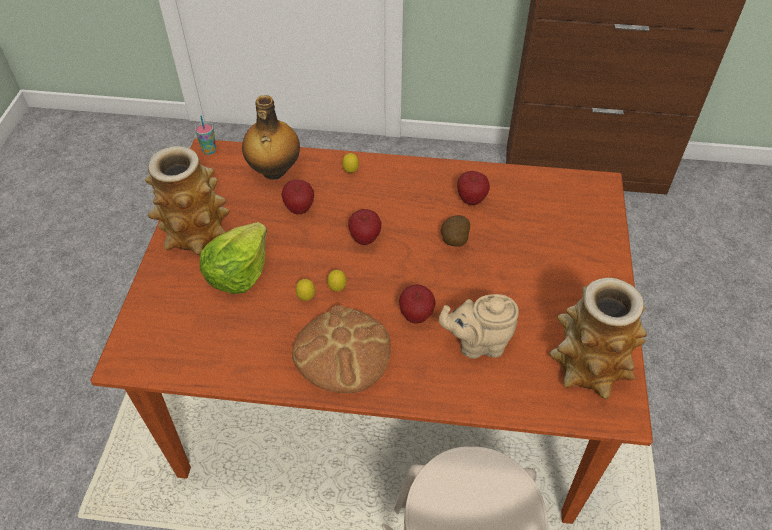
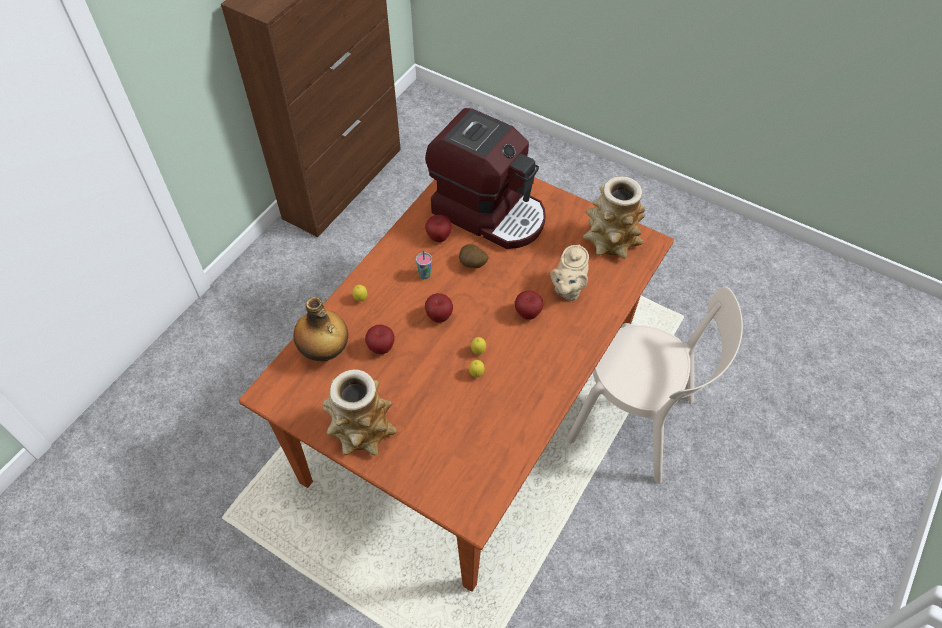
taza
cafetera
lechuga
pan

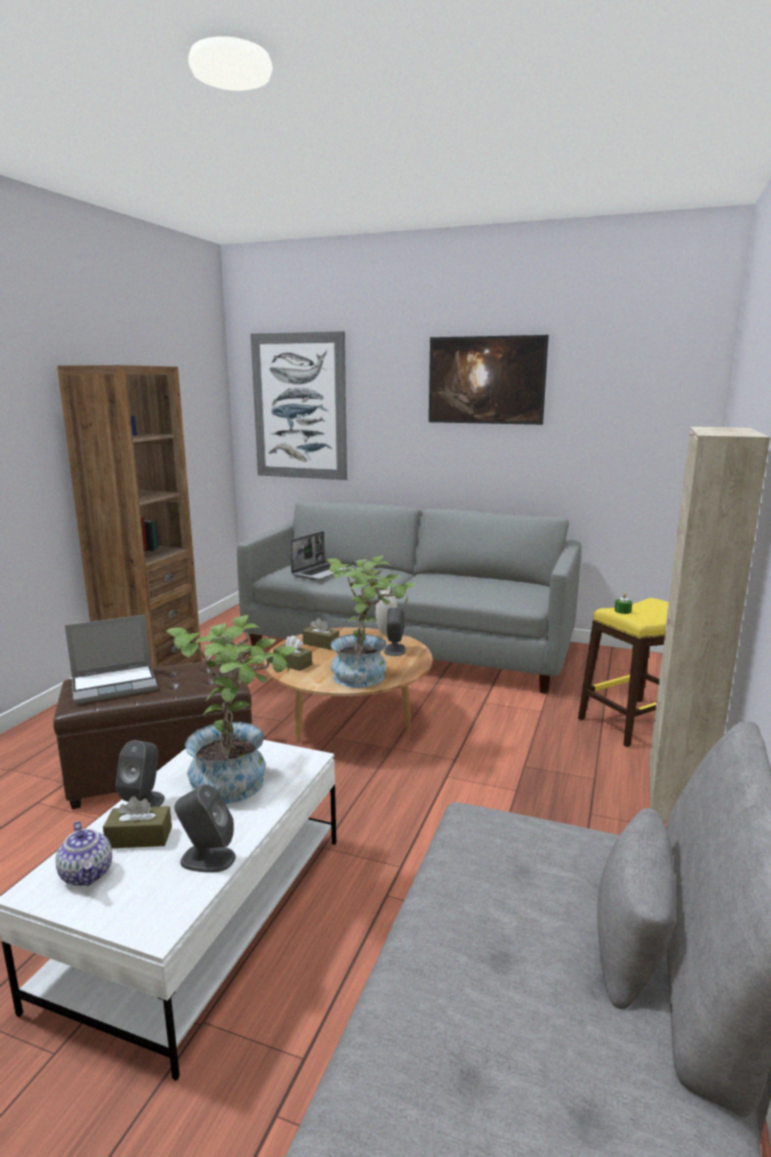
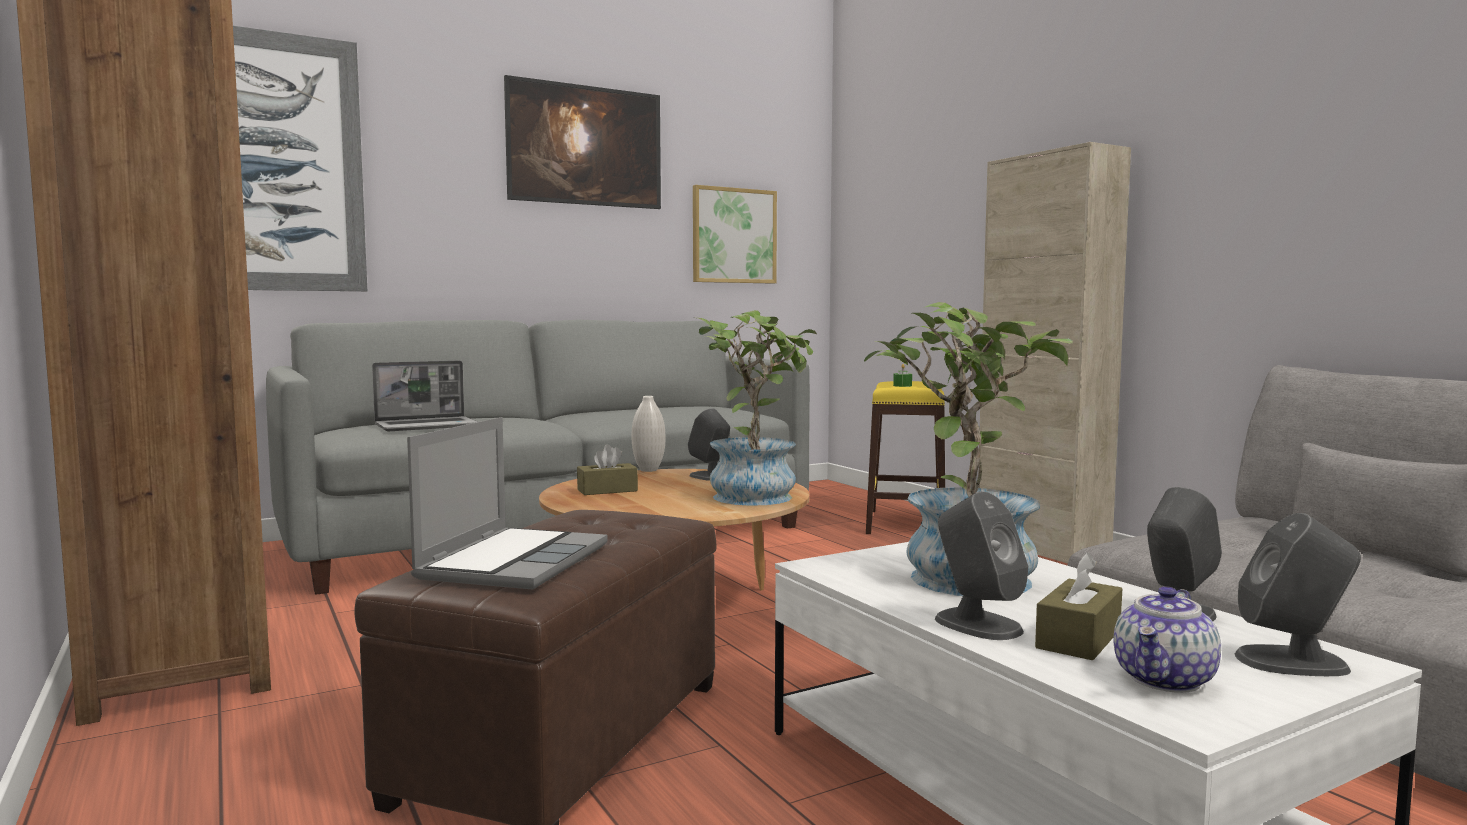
portátil (1st from left)
cuadro (3rd from left)
tetera
altavoz/gris (4th from left)
caja de pañuelos/marrón (2nd from left in the first image)

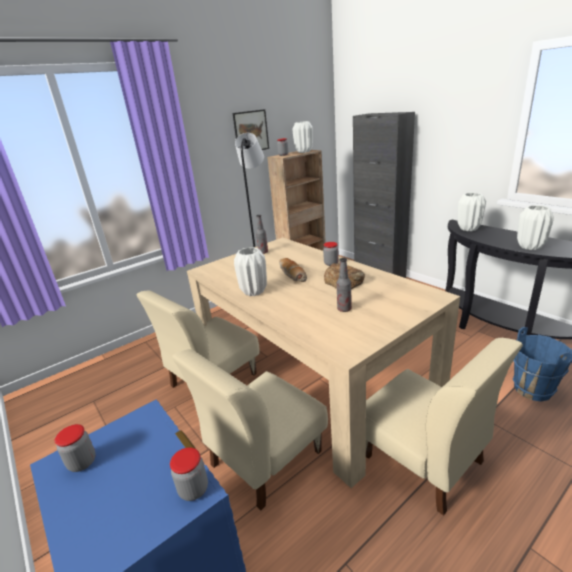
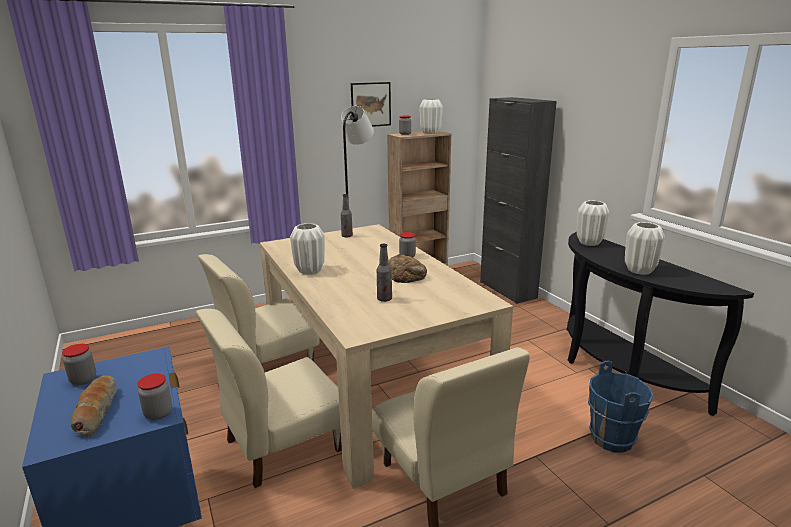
pan (1st from left)

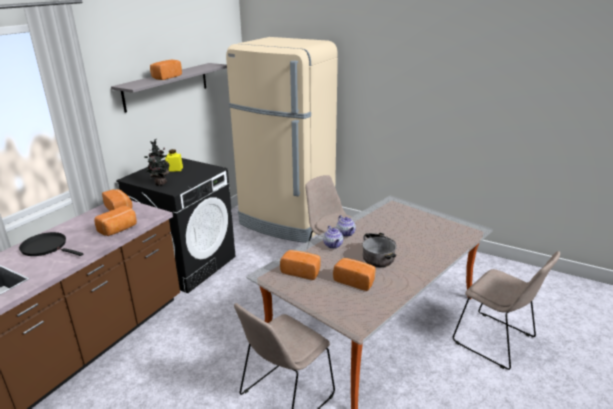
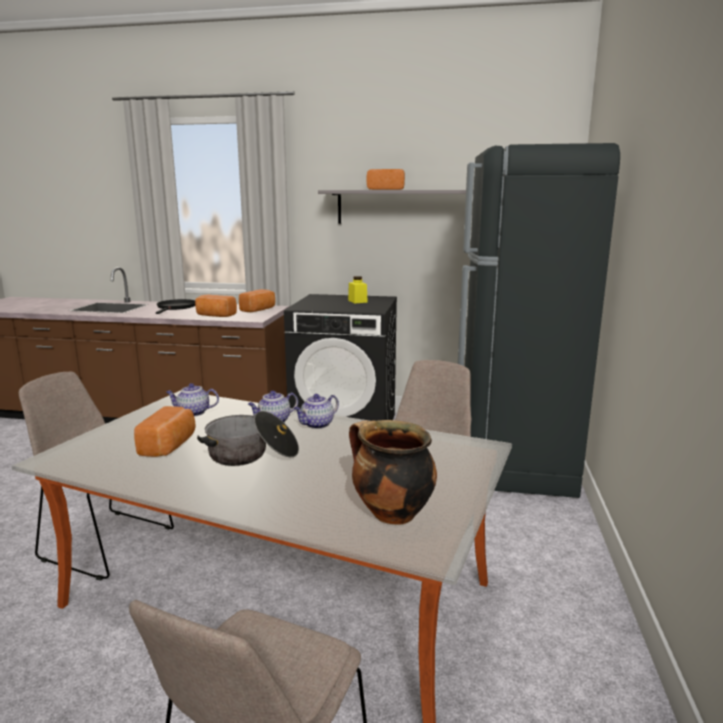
tetera (1st from left)
olla (2nd from left)
nevera/negro
planta en maceta

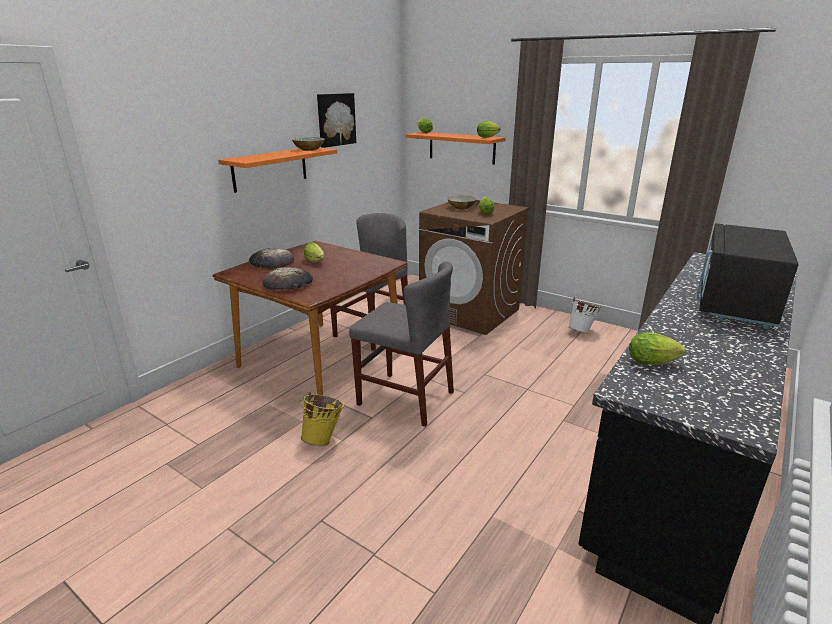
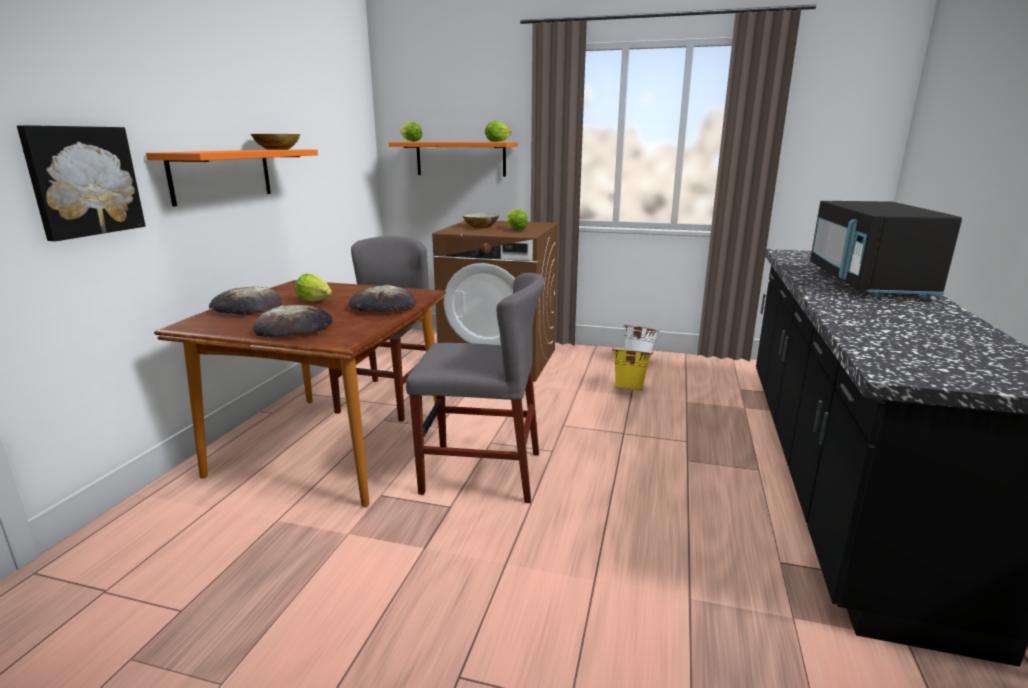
cuadro
pan (3rd from left)
cubo/amarillo
lechuga (5th from left in the first image)

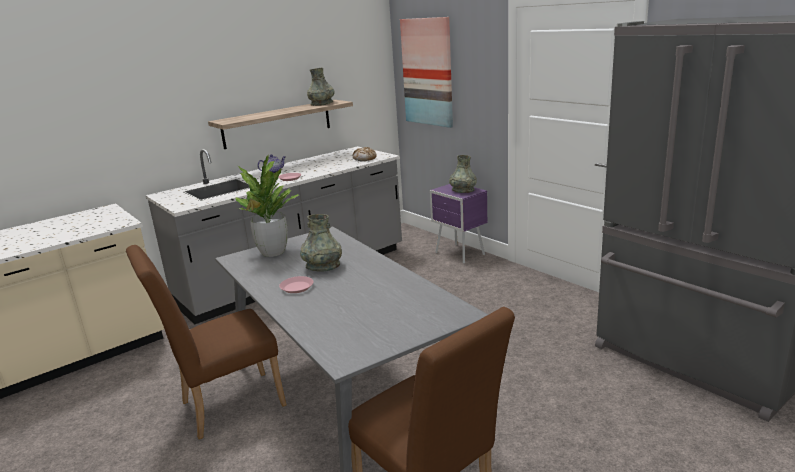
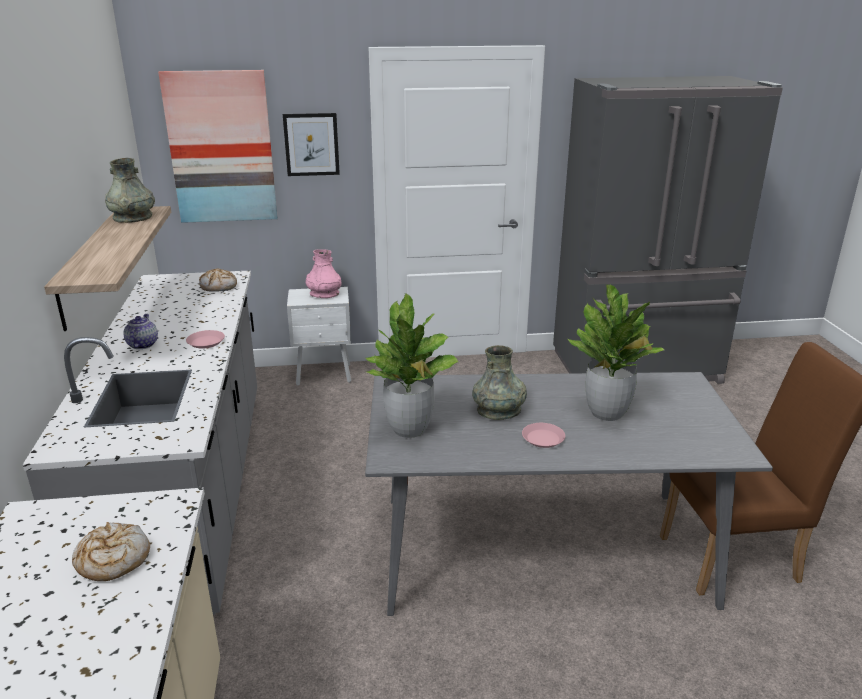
pan (1st from left)
cuadro (2nd from left)
mesita de noche/blanco
florero/rosa
planta en maceta (2nd from left)
silla/marrón (1st from left in the first image)

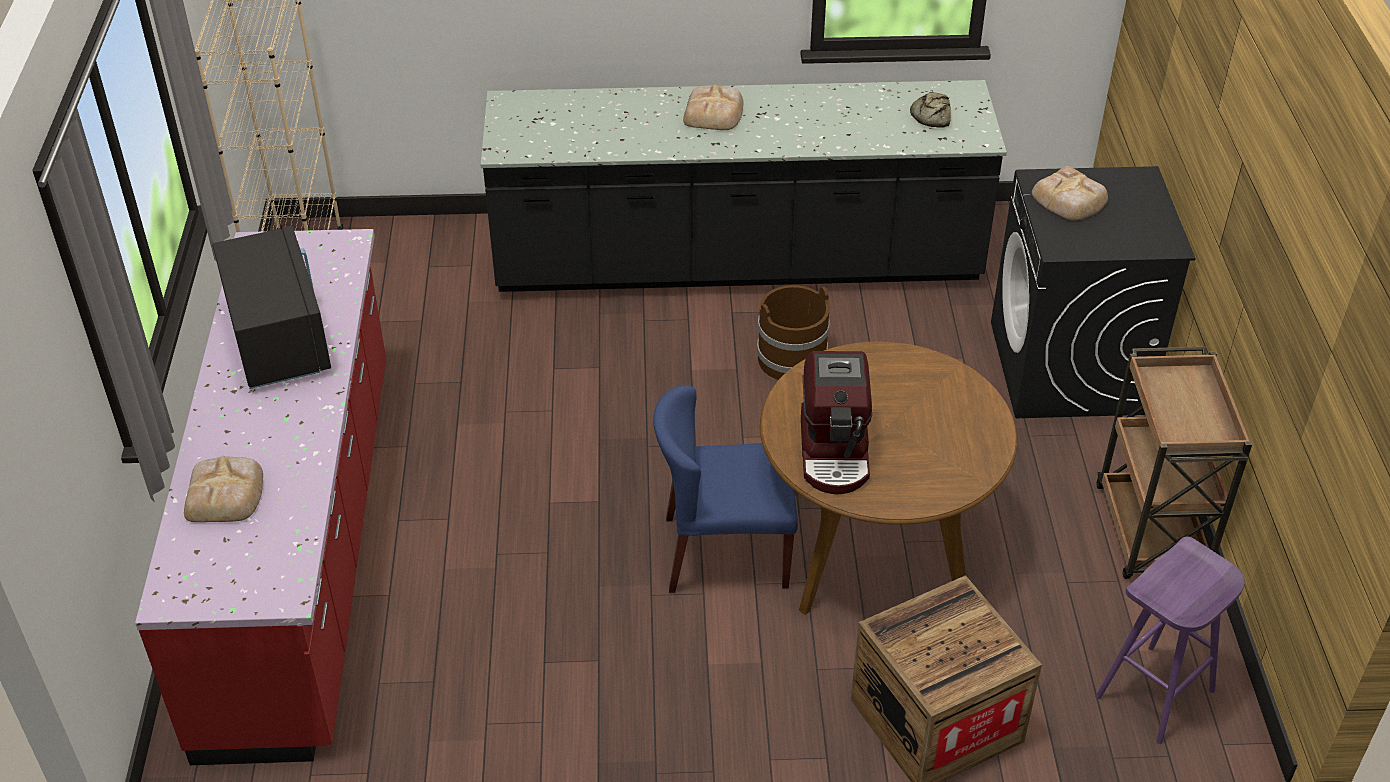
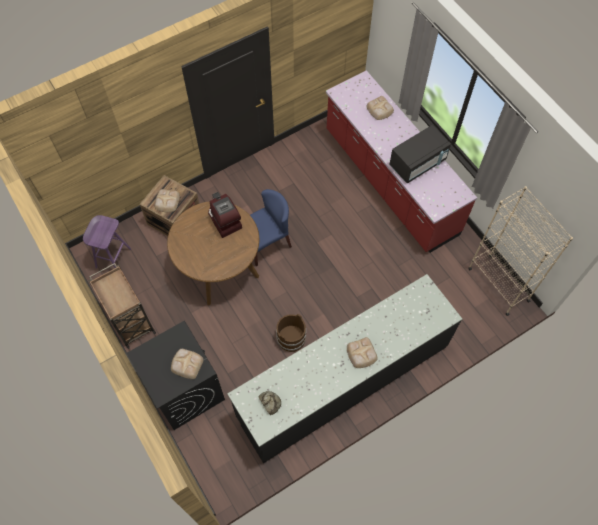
pan (1st from left)
microondas/negro

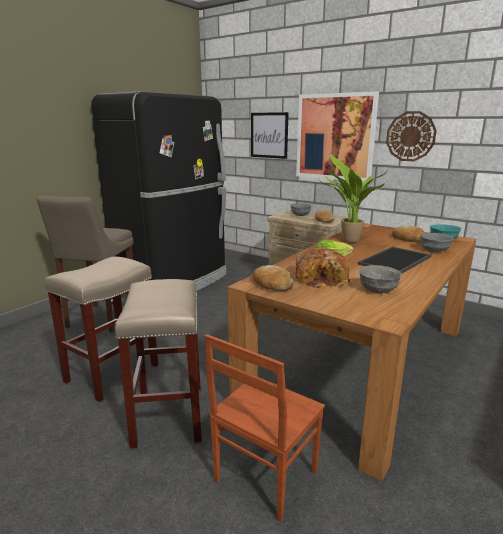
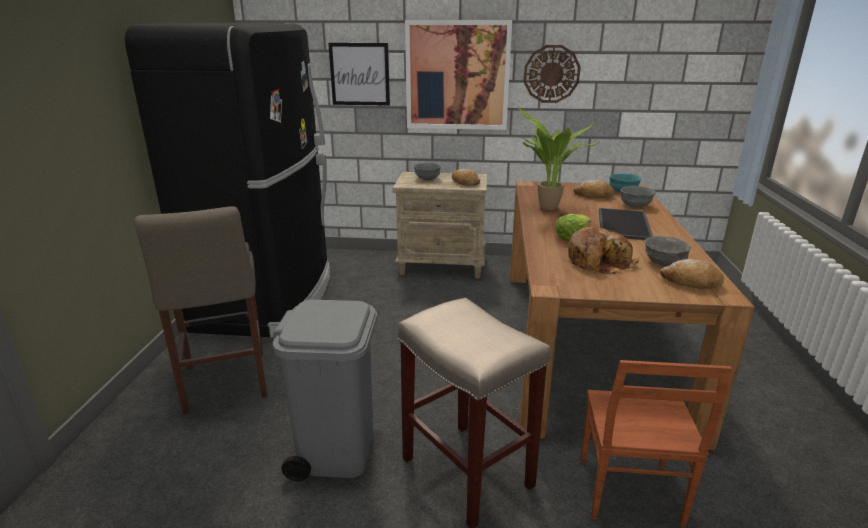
papelera/gris
pan (4th from left)

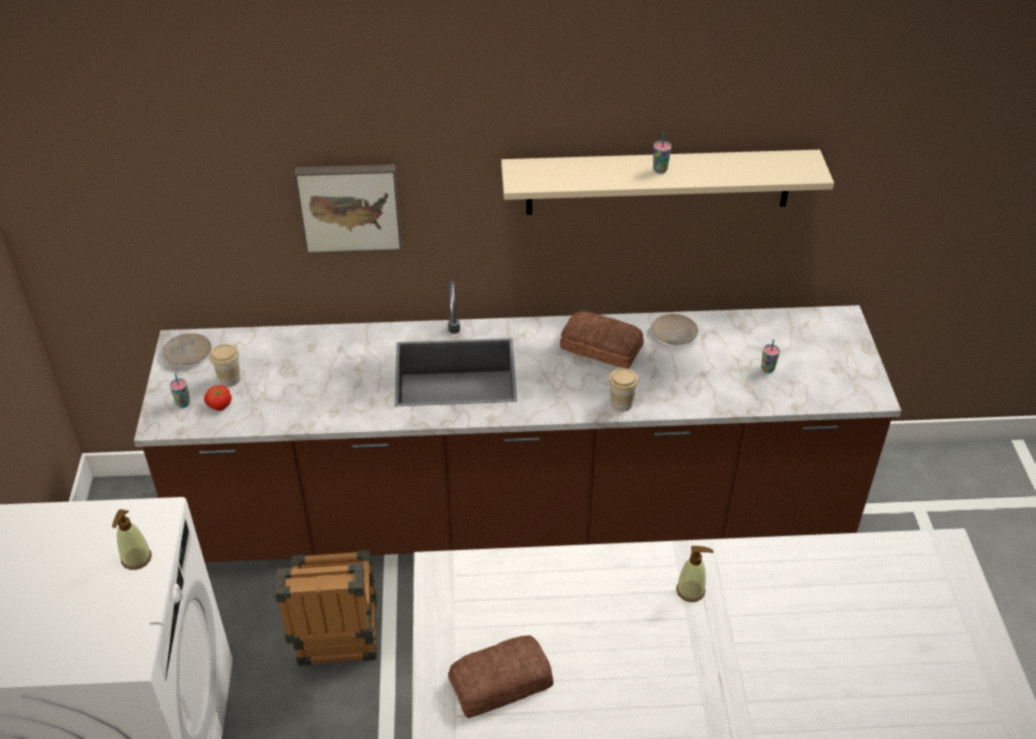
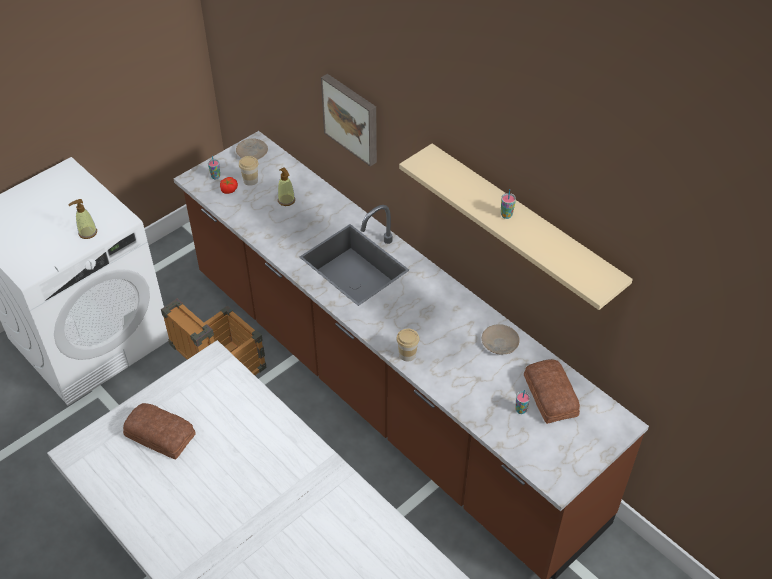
dispensador de jabón (2nd from left)
pan (2nd from left)

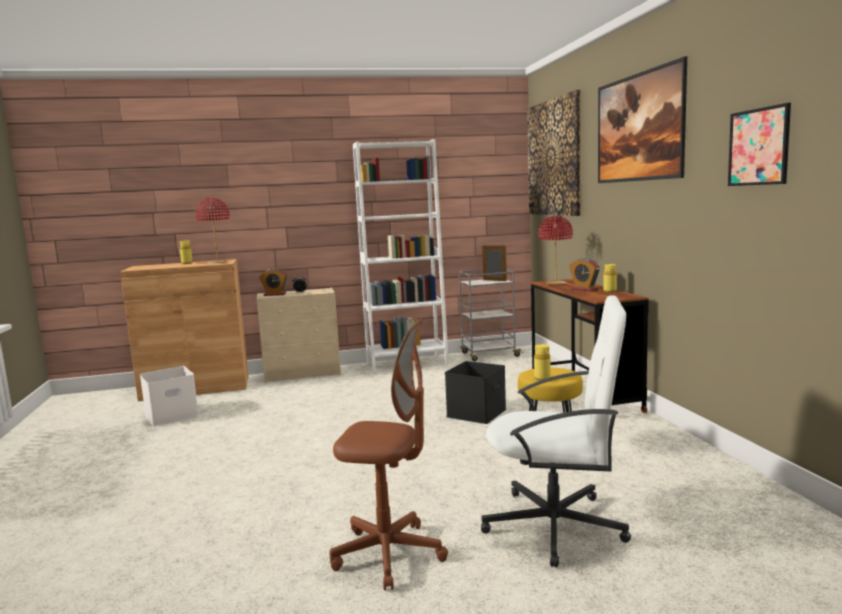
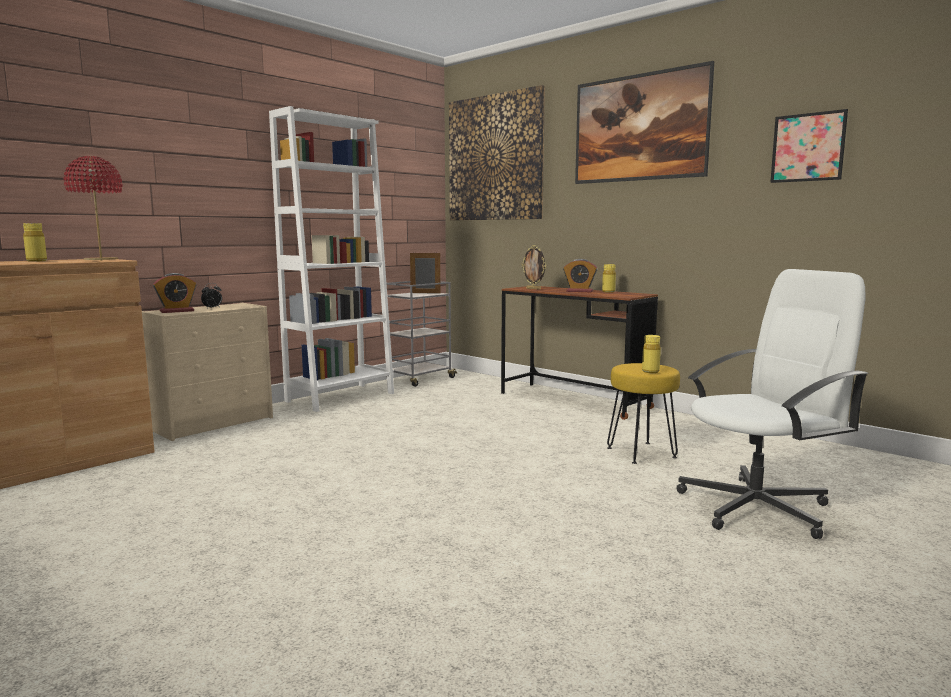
portarretratos (2nd from left)
caja de almacenaje/blanco
silla de oficina/marrón
caja de almacenaje/negro

